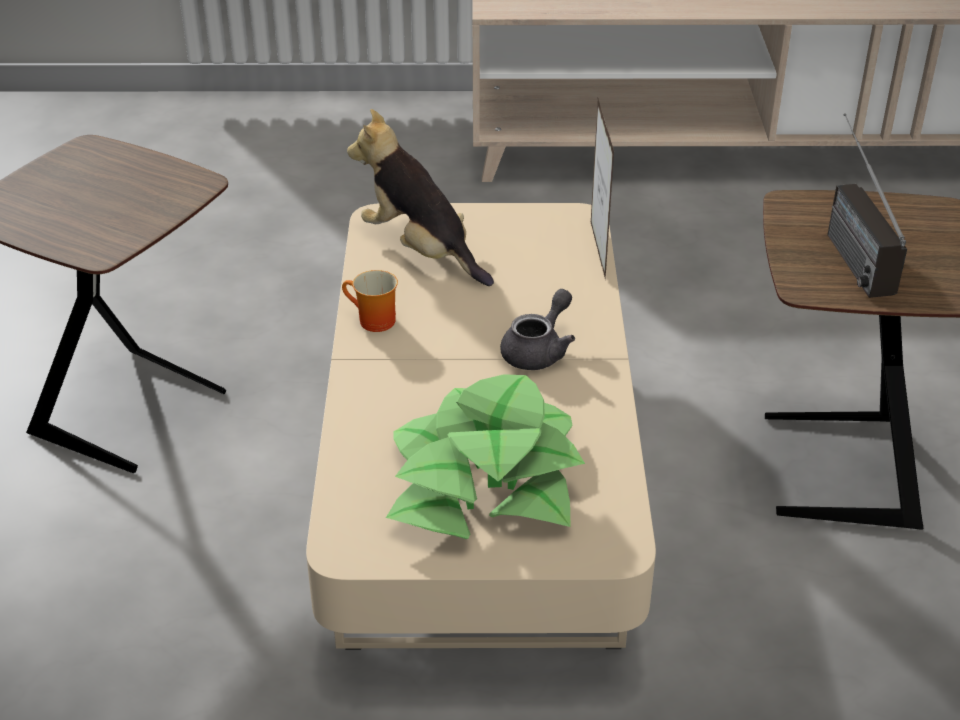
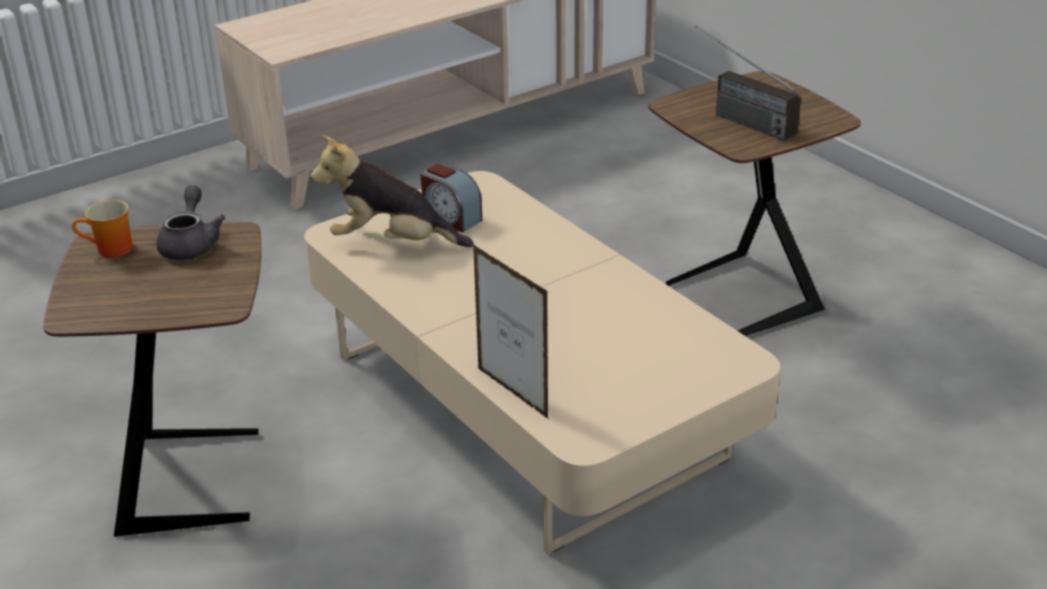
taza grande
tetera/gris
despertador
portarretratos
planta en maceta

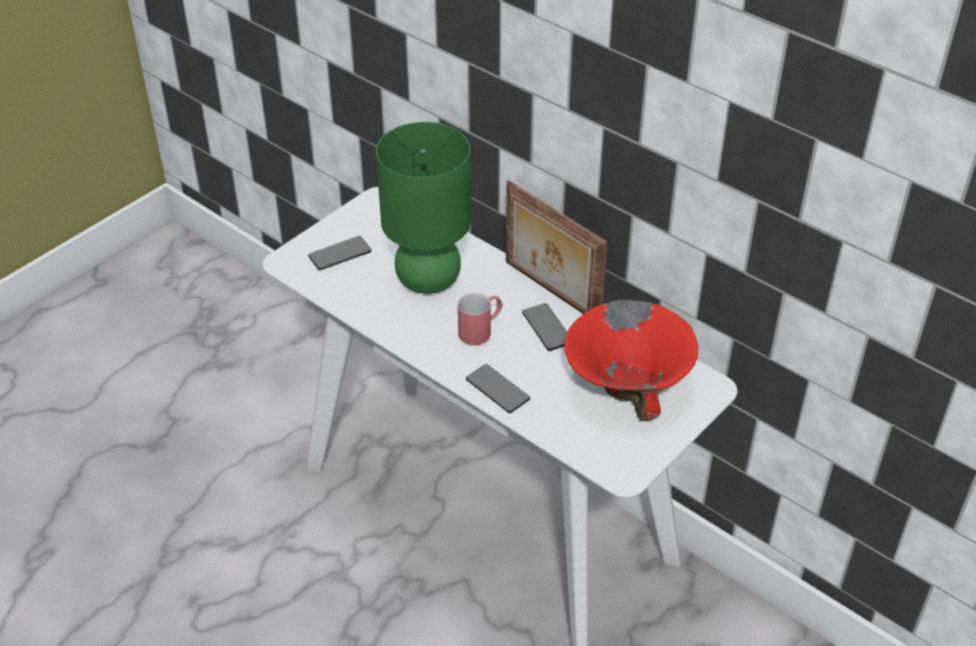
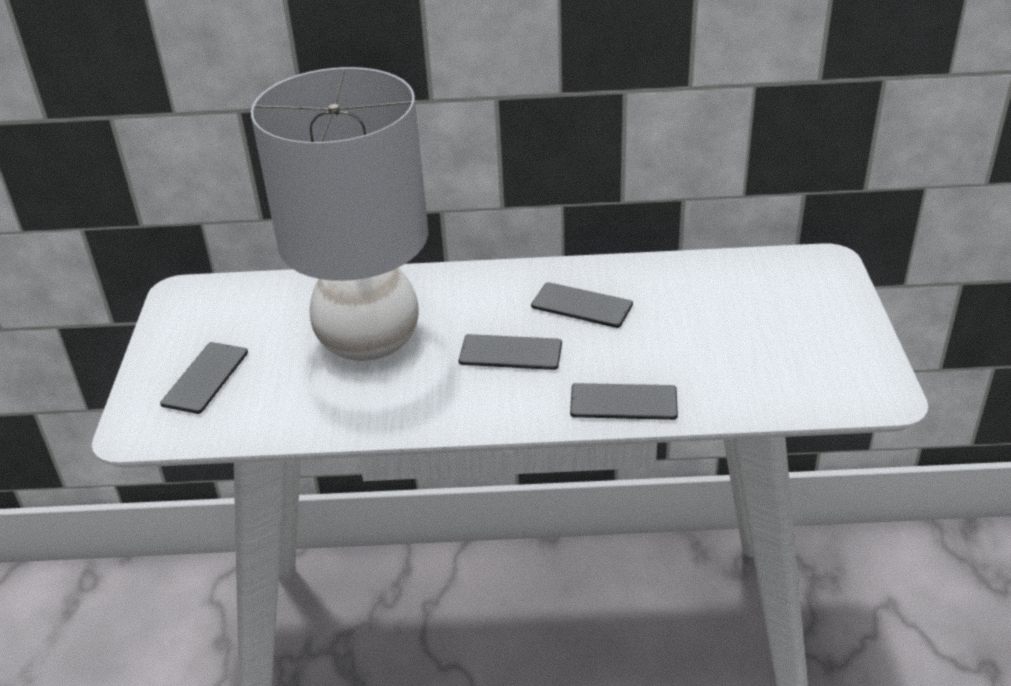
lámpara de mesa/gris
móvil (2nd from left)
portarretratos
cuenco/rojo

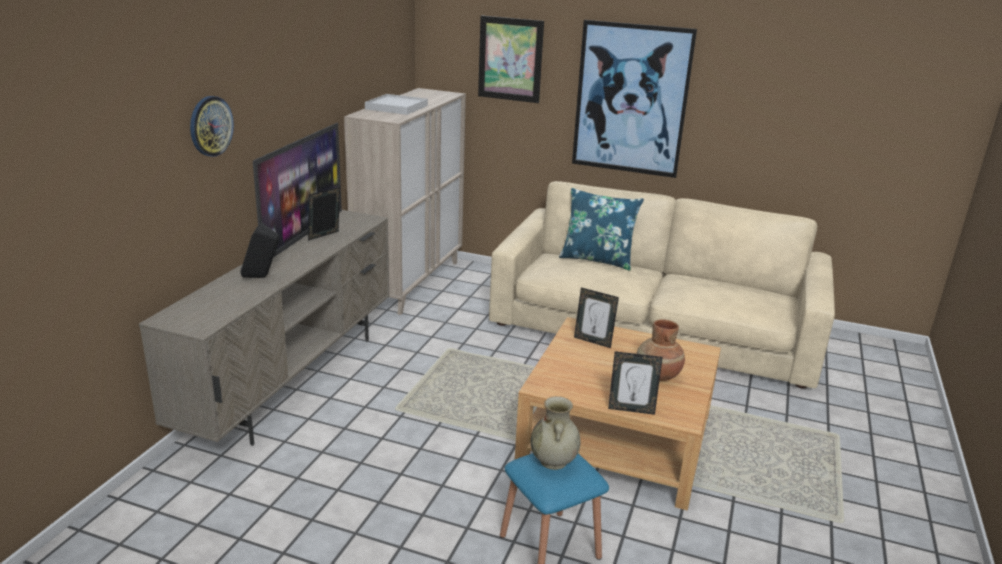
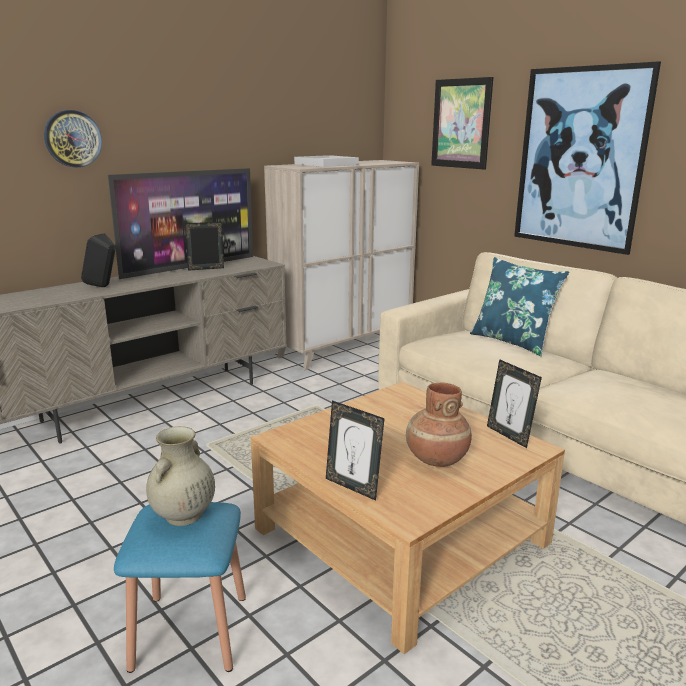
portarretratos (3rd from left)

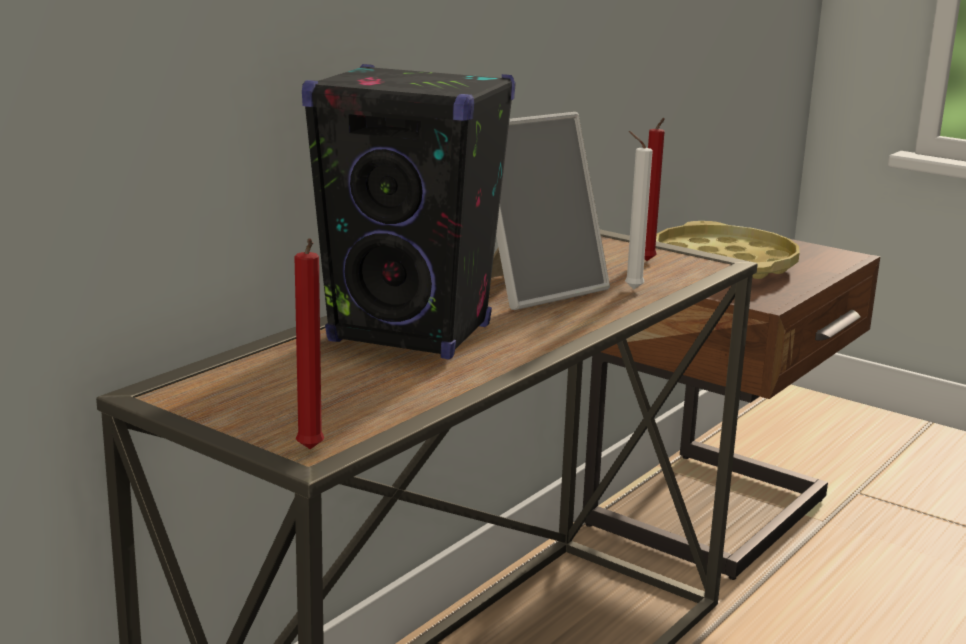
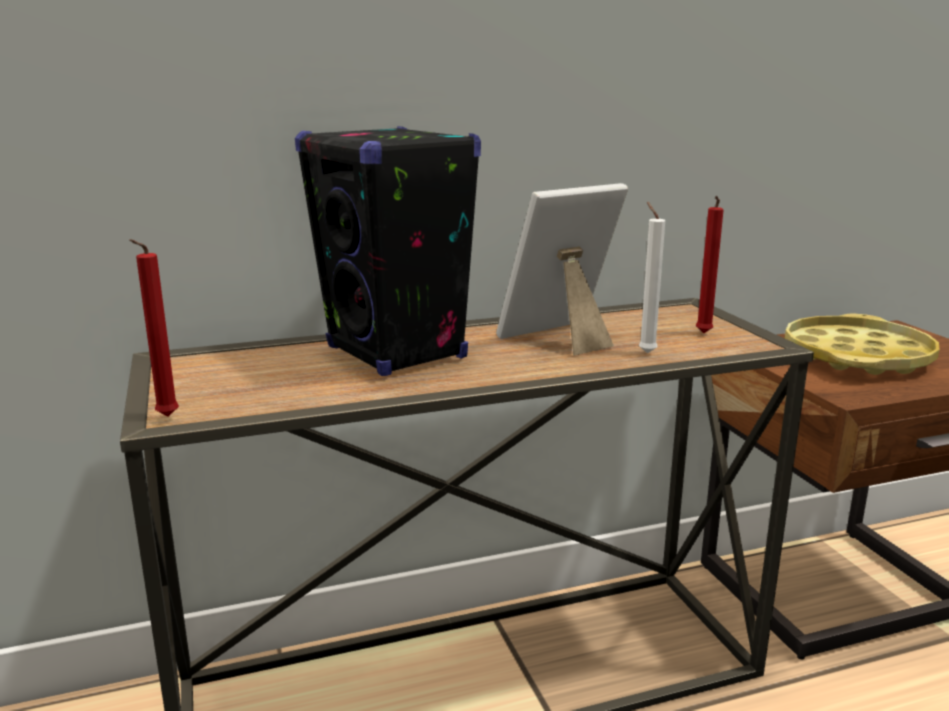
portarretratos

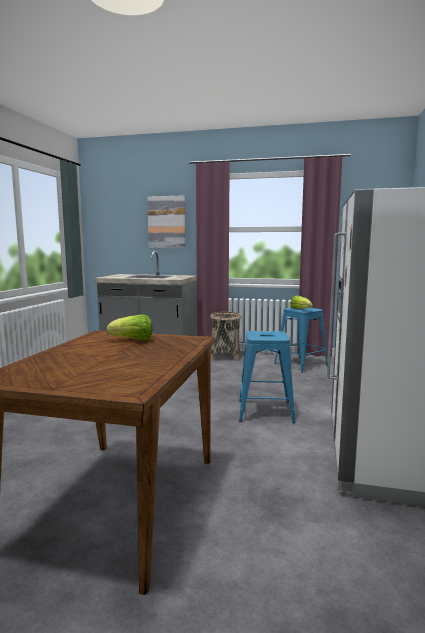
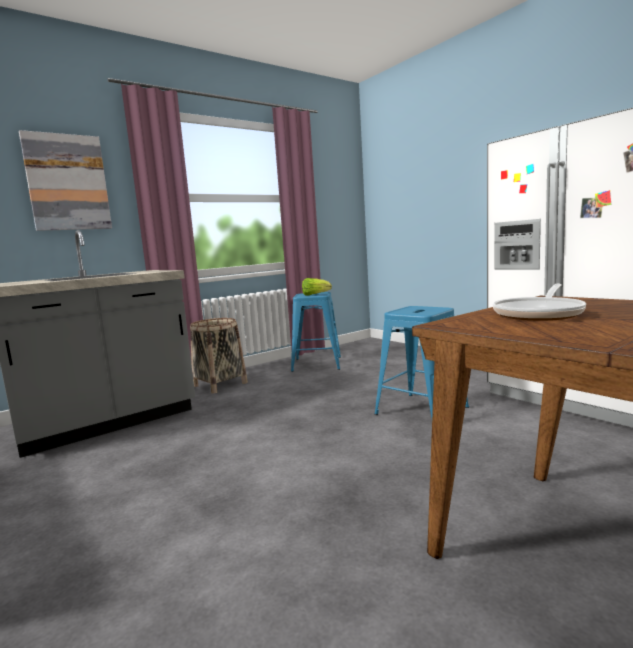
sartén

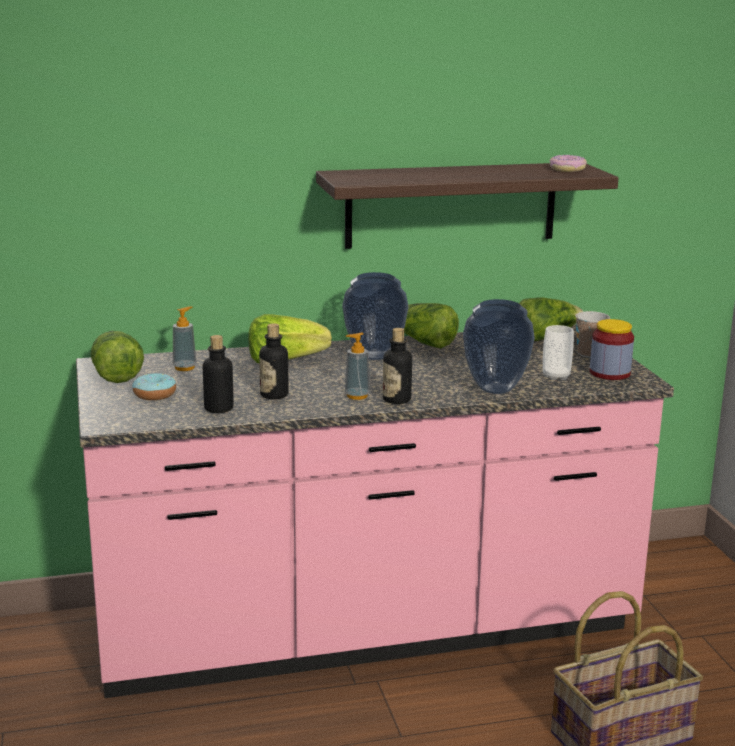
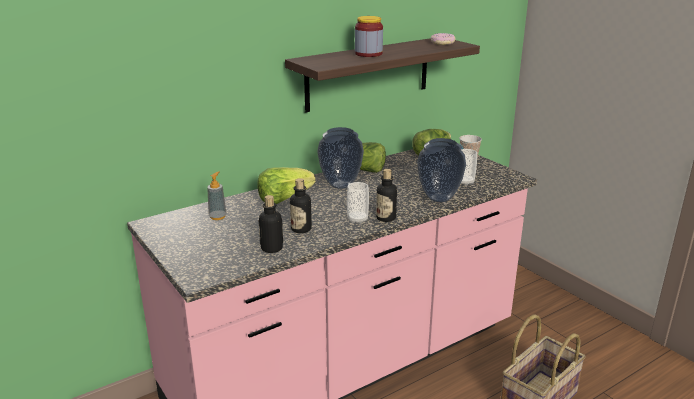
taza (1st from left)
tarro
lechuga (1st from left in the first image)
rosquilla (1st from left in the first image)

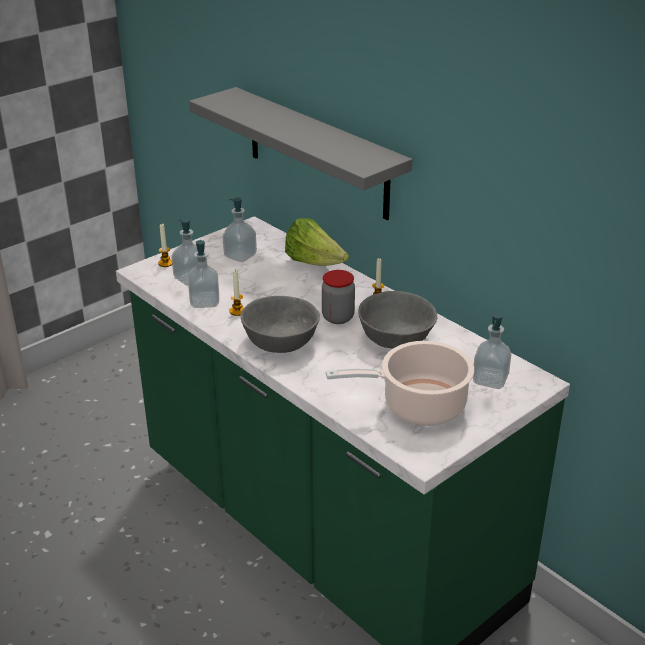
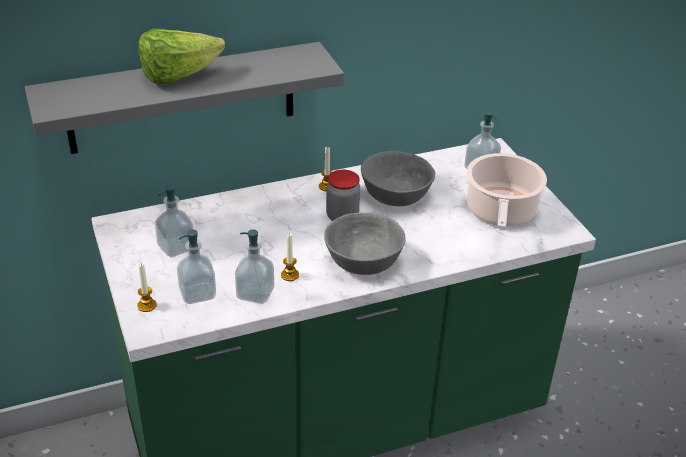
lechuga

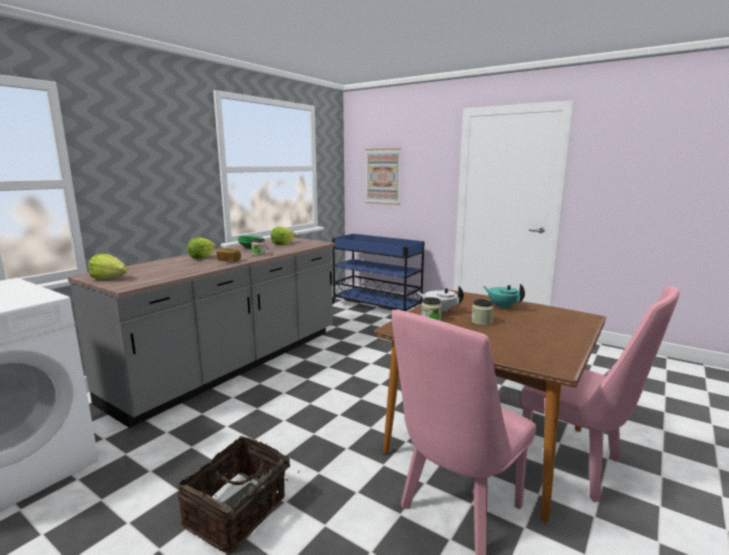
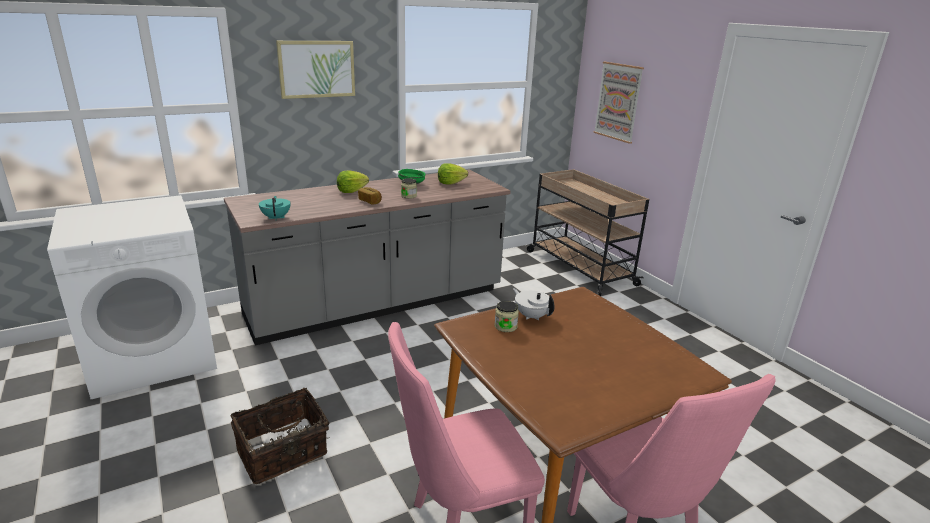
tetera/turquesa
cuadro (1st from left)
carrito/beis
lechuga (1st from left in the first image)
tarro (3rd from left in the first image)

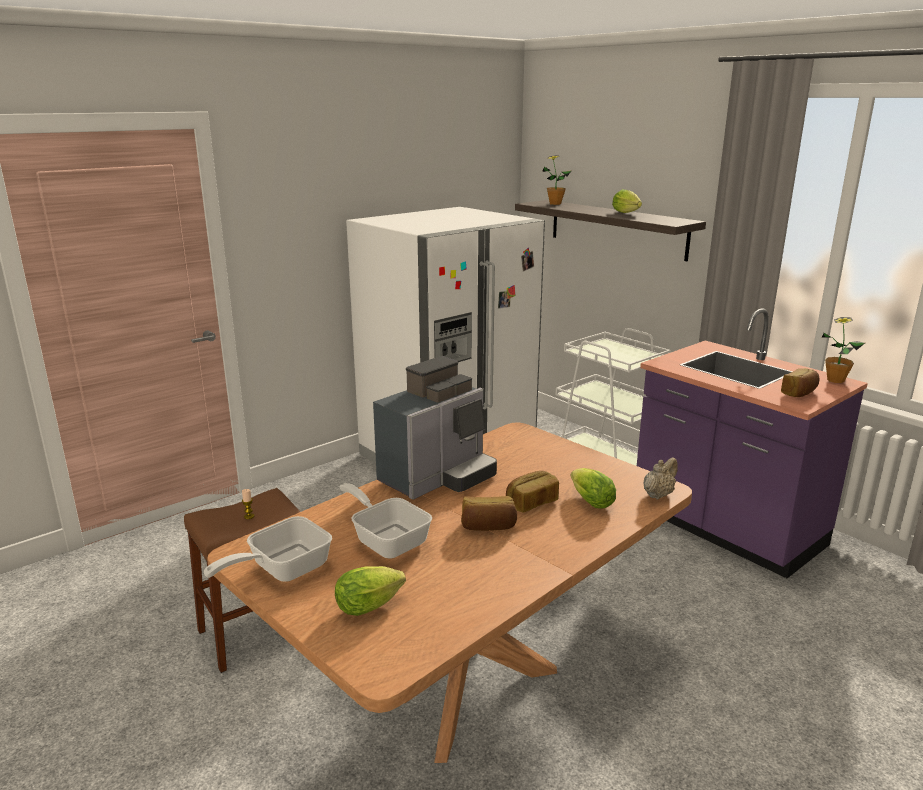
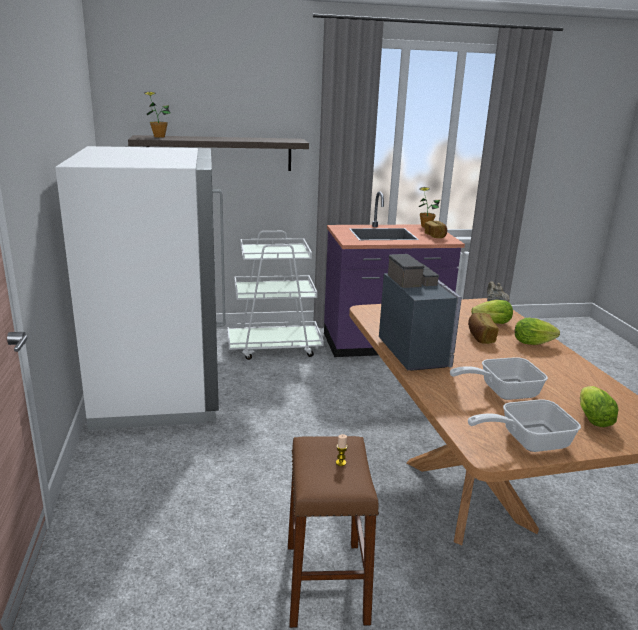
sartén (2nd from left)
lechuga (2nd from left)
pan (1st from left in the first image)

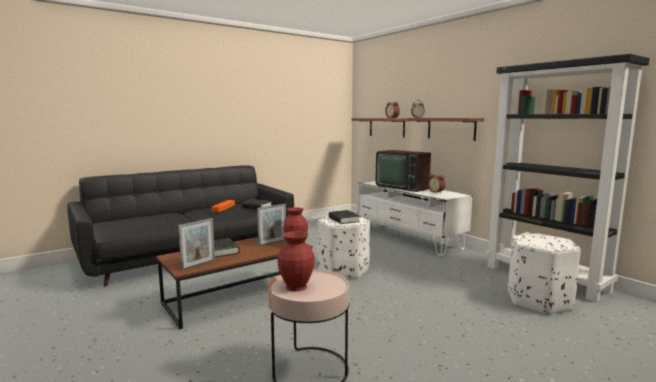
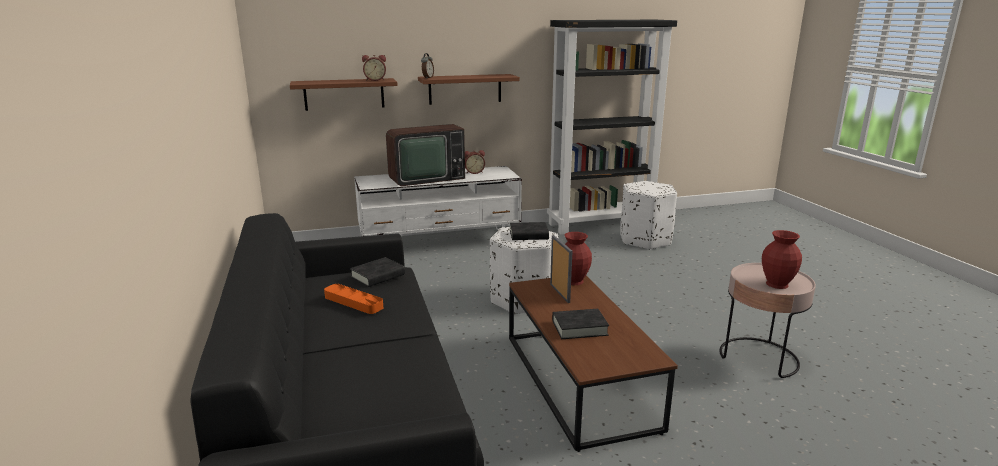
portarretratos (1st from left in the first image)

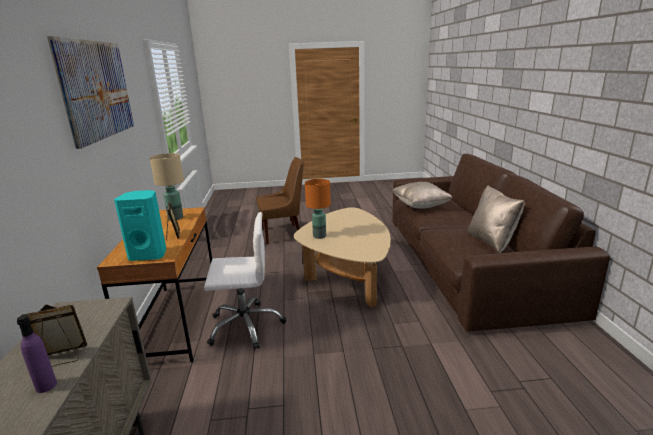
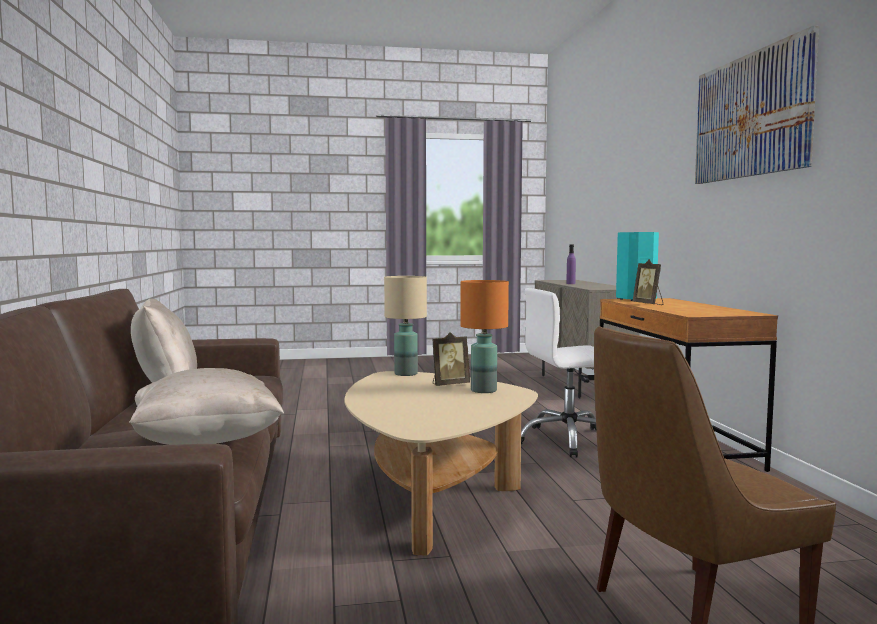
lámpara de mesa/beis
portarretratos (1st from left)

